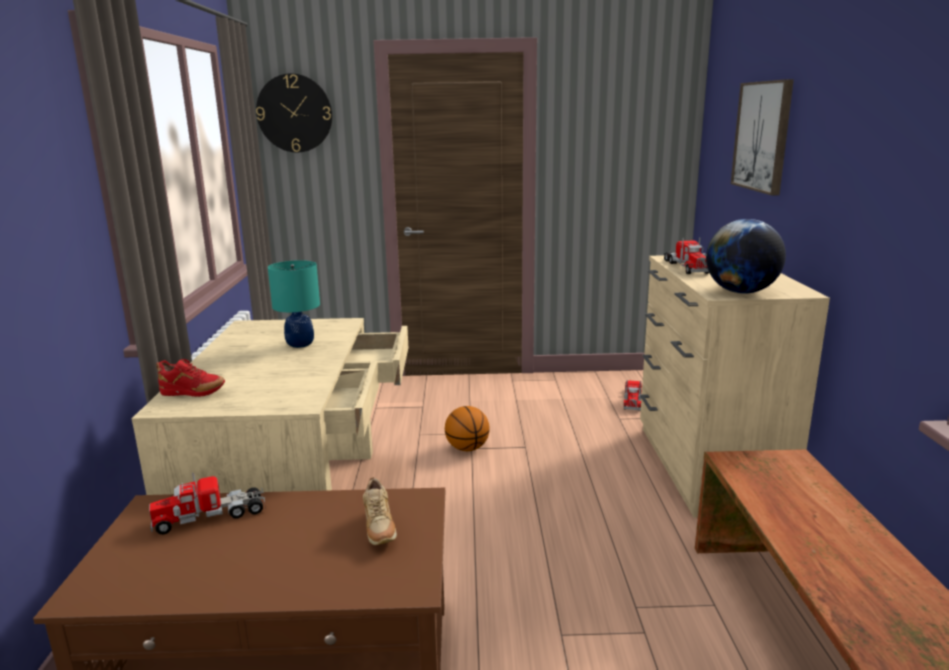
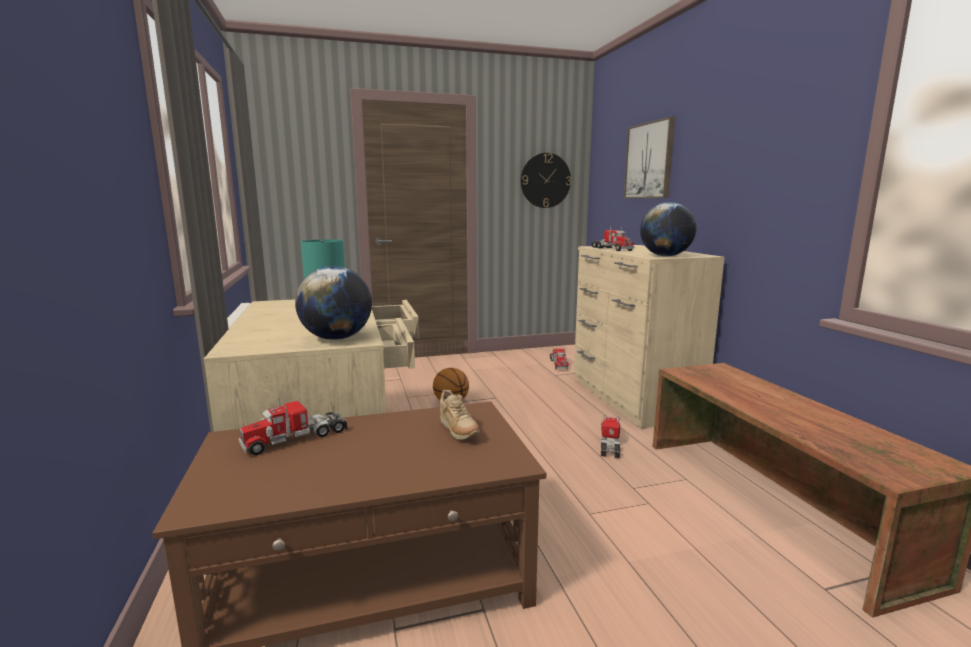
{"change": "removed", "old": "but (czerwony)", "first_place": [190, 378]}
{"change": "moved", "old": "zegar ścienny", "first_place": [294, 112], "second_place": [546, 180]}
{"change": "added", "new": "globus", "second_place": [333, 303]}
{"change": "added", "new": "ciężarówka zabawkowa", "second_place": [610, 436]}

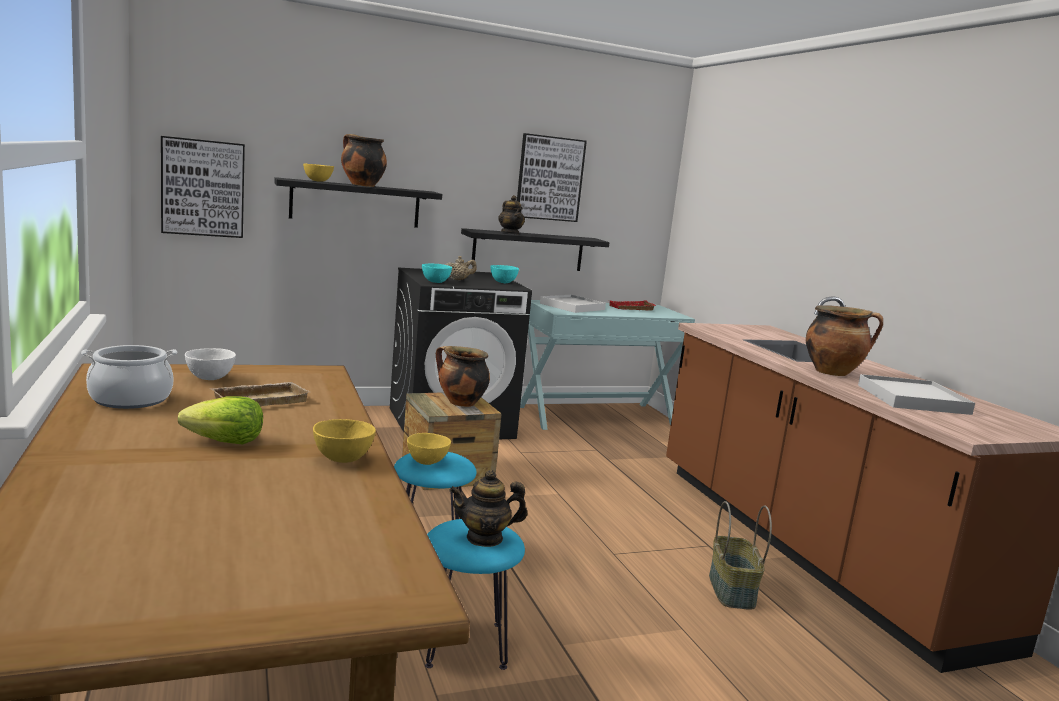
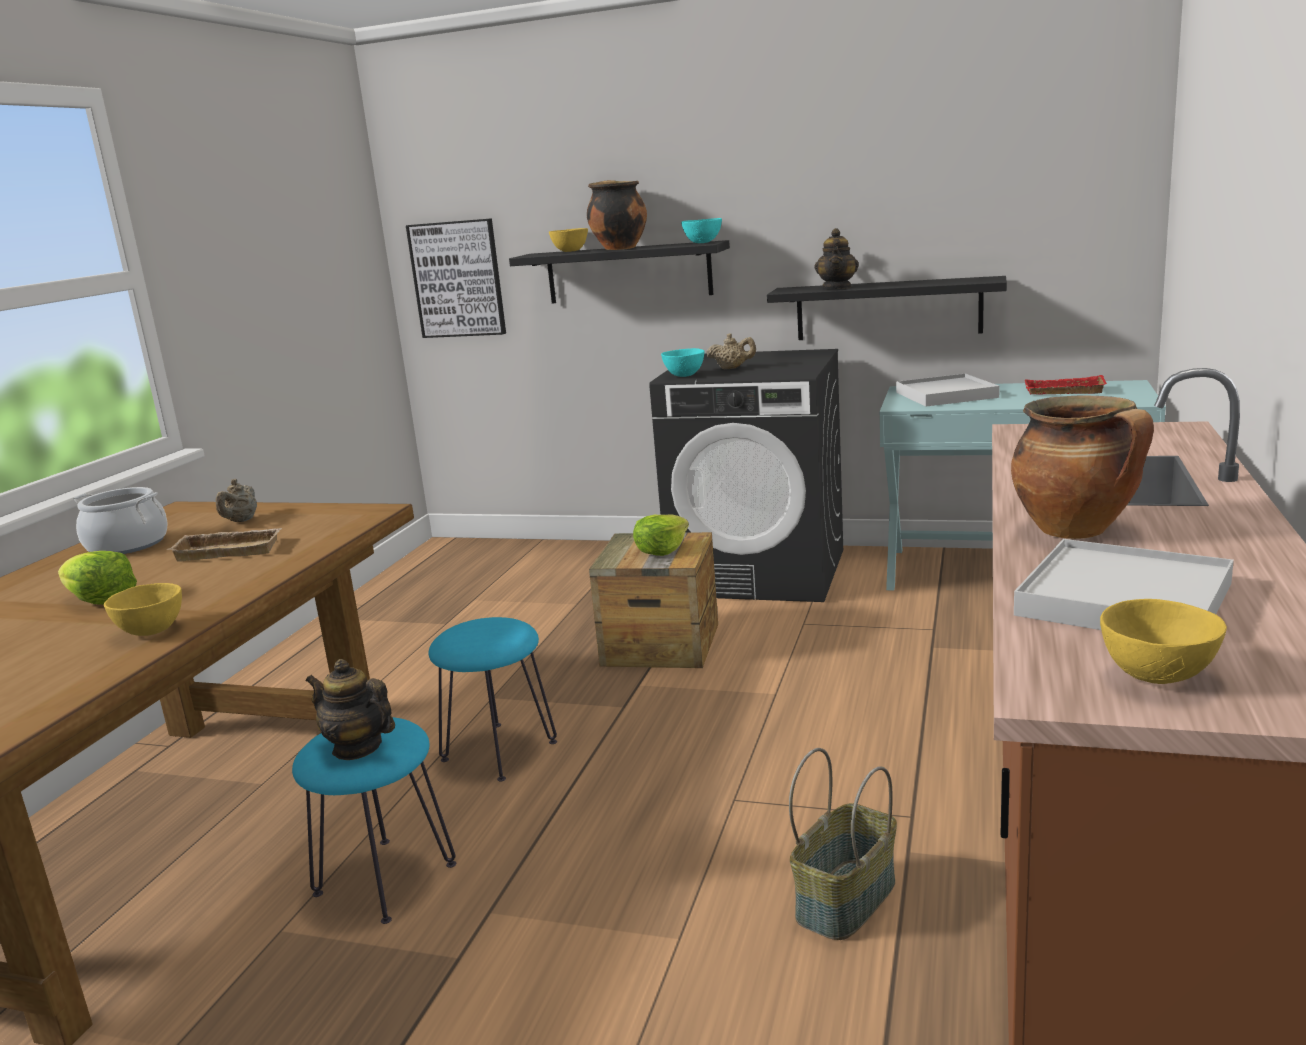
{"change": "replaced", "old": "miska (biały)", "new": "imbryk (beżowy)", "first_place": [210, 364], "second_place": [236, 500]}
{"change": "moved", "old": "miska (żółty)", "first_place": [429, 449], "second_place": [1163, 641]}
{"change": "replaced", "old": "garnek", "new": "sałata", "first_place": [463, 376], "second_place": [661, 535]}
{"change": "moved", "old": "miska (turkusowy)", "first_place": [504, 274], "second_place": [701, 230]}
{"change": "removed", "old": "obraz", "first_place": [552, 177]}

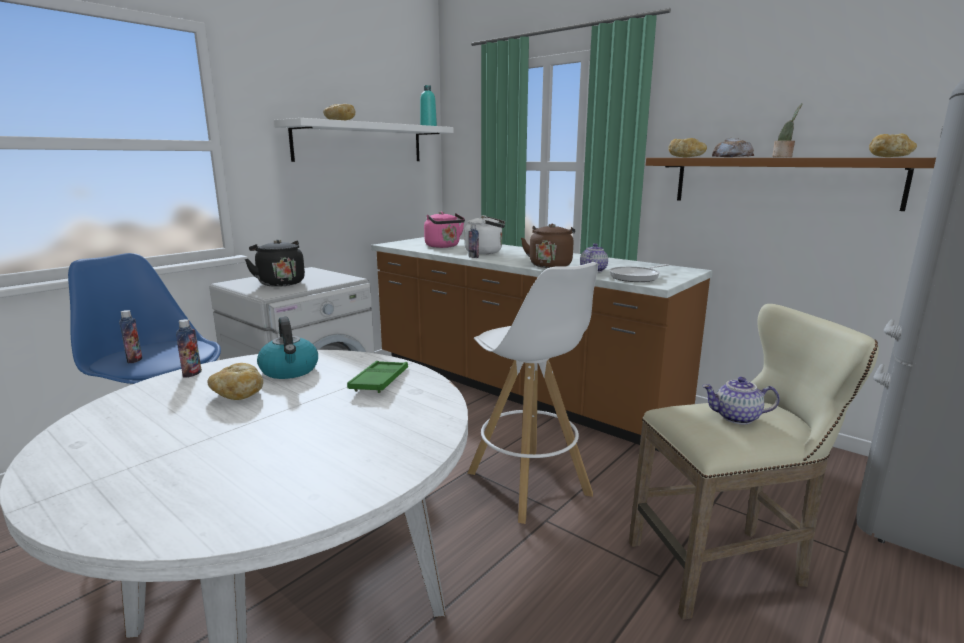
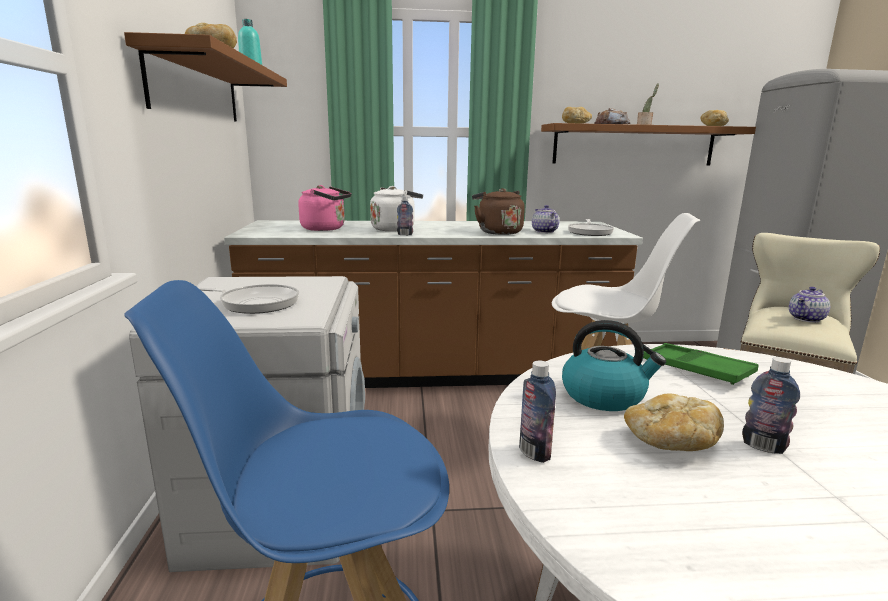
{"change": "moved", "old": "butelka", "first_place": [130, 336], "second_place": [771, 405]}
{"change": "replaced", "old": "czajnik (czarny)", "new": "patelnia", "first_place": [275, 263], "second_place": [249, 299]}
{"change": "recoloured", "old": "półka (biały)", "new": "półka (brązowy)", "first_place": [364, 140], "second_place": [205, 77]}

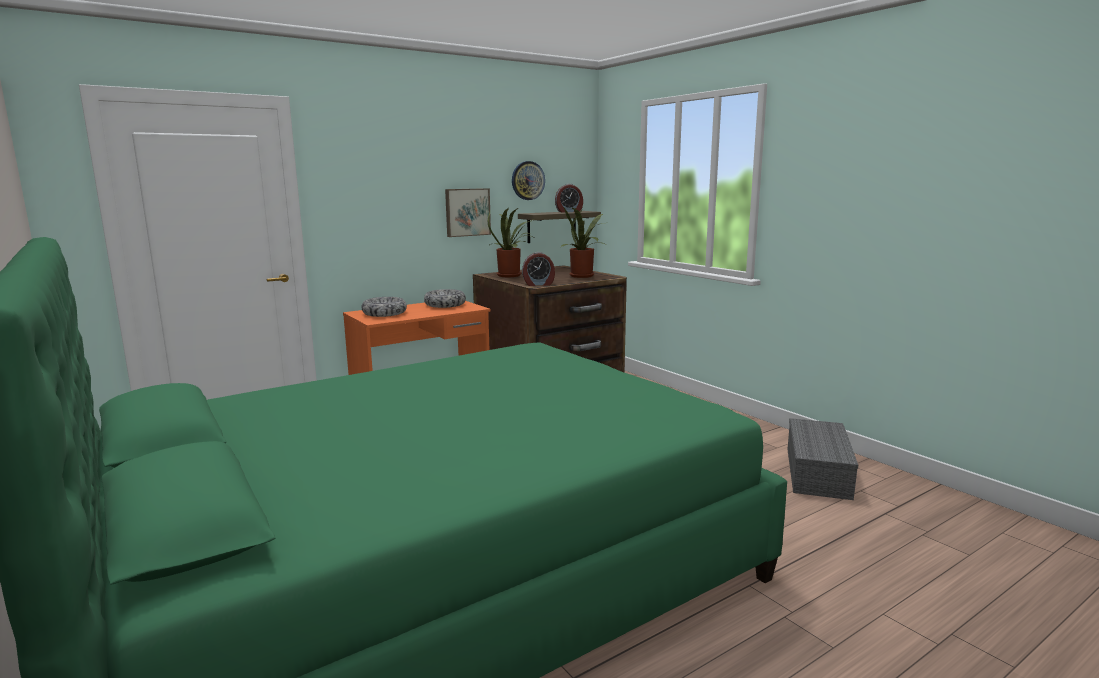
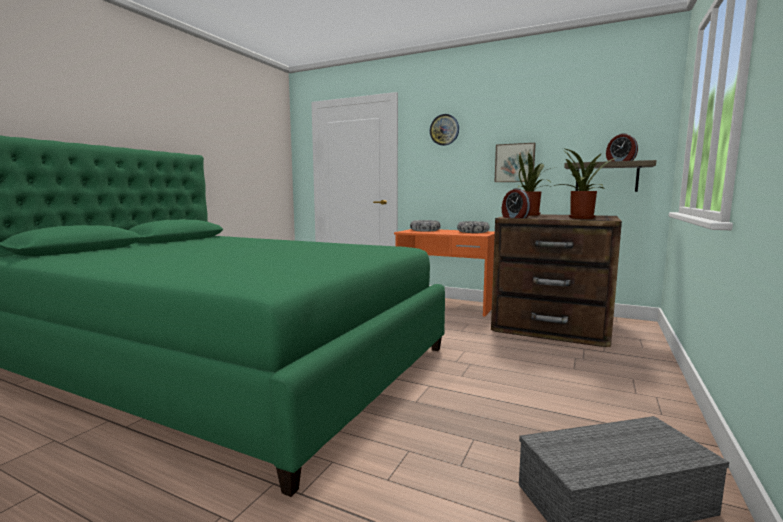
{"change": "moved", "old": "zegar ścienny", "first_place": [528, 180], "second_place": [444, 130]}

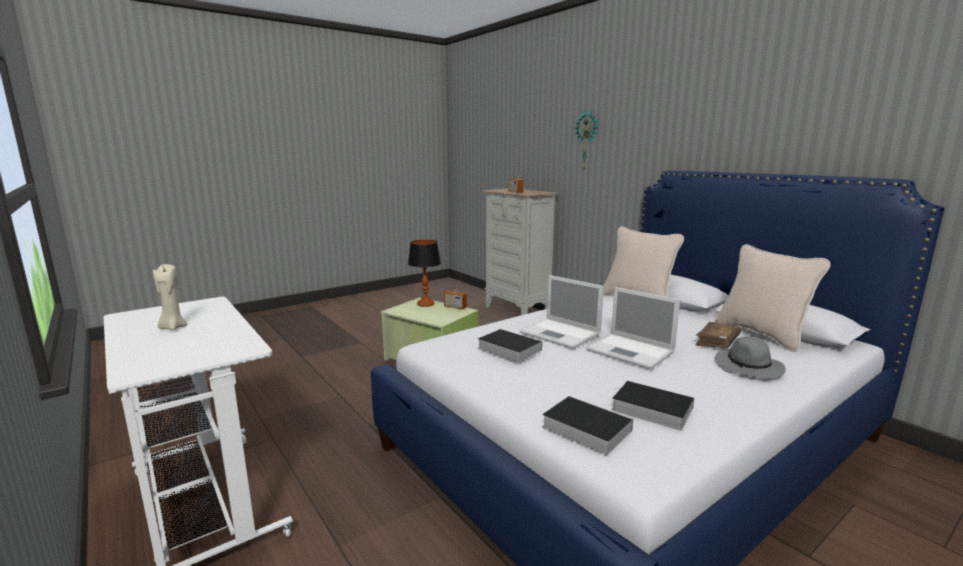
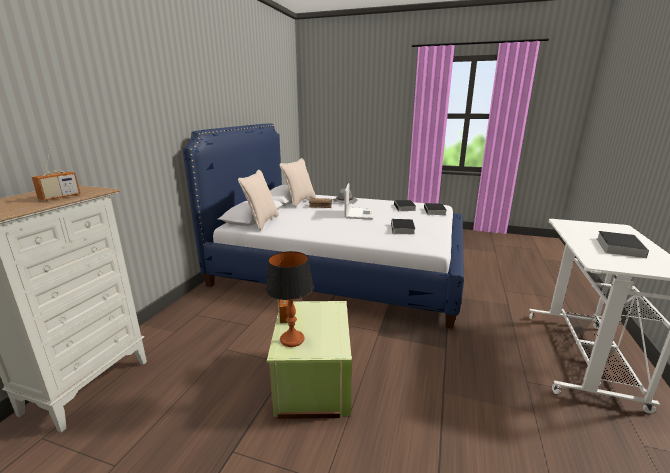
{"change": "replaced", "old": "świeca (beżowy)", "new": "książka", "first_place": [170, 297], "second_place": [622, 244]}
{"change": "removed", "old": "laptop", "first_place": [562, 312]}
{"change": "removed", "old": "zegar ścienny", "first_place": [586, 140]}

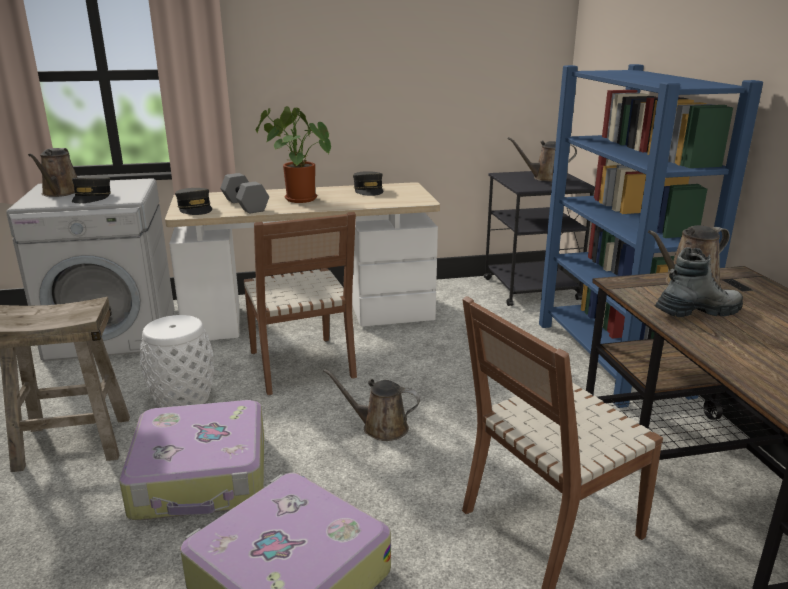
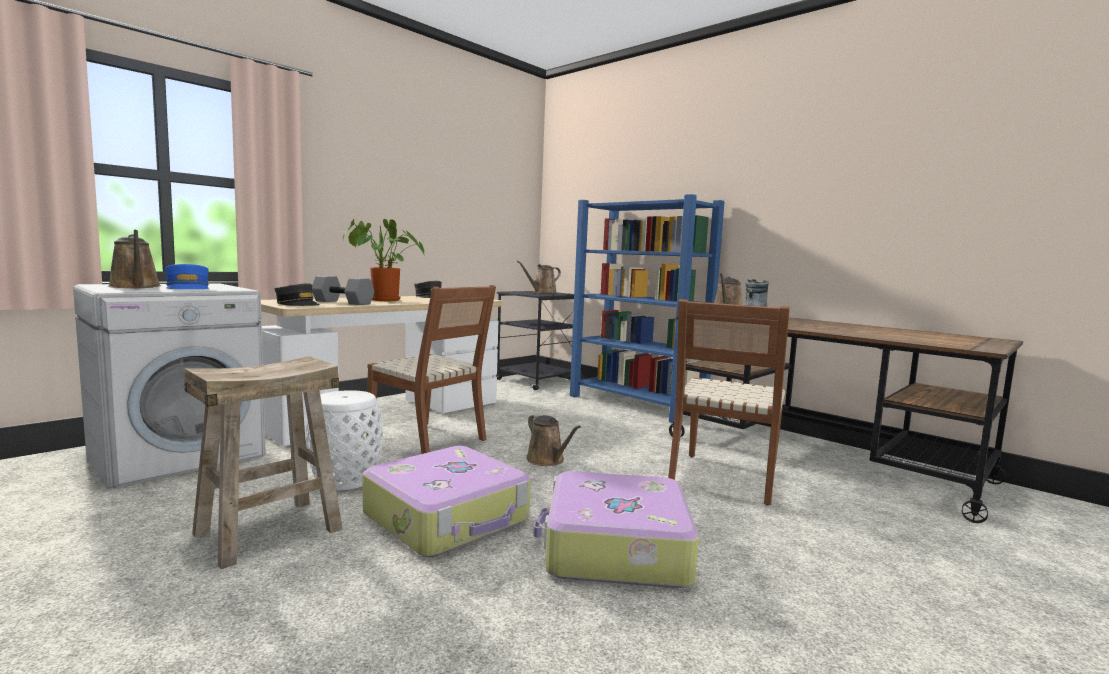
{"change": "recoloured", "old": "czapka z daszkiem (szary)", "new": "czapka z daszkiem (niebieski)", "first_place": [91, 189], "second_place": [187, 276]}
{"change": "turned", "old": "konewka (brązowy)", "first_place": [371, 405], "second_place": [553, 440], "degrees": -105}

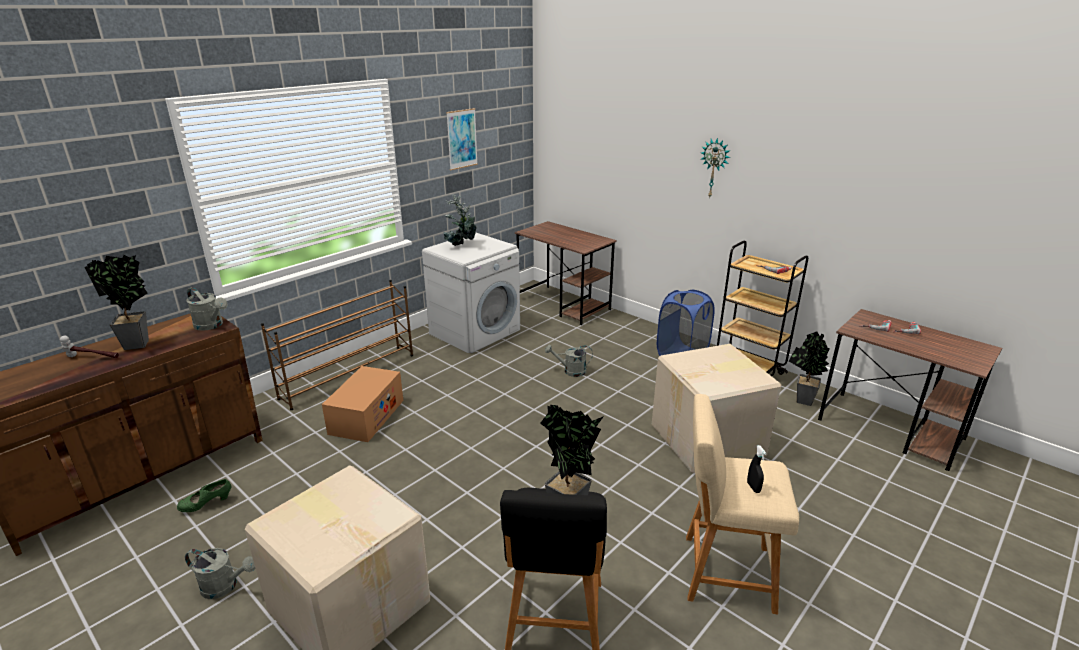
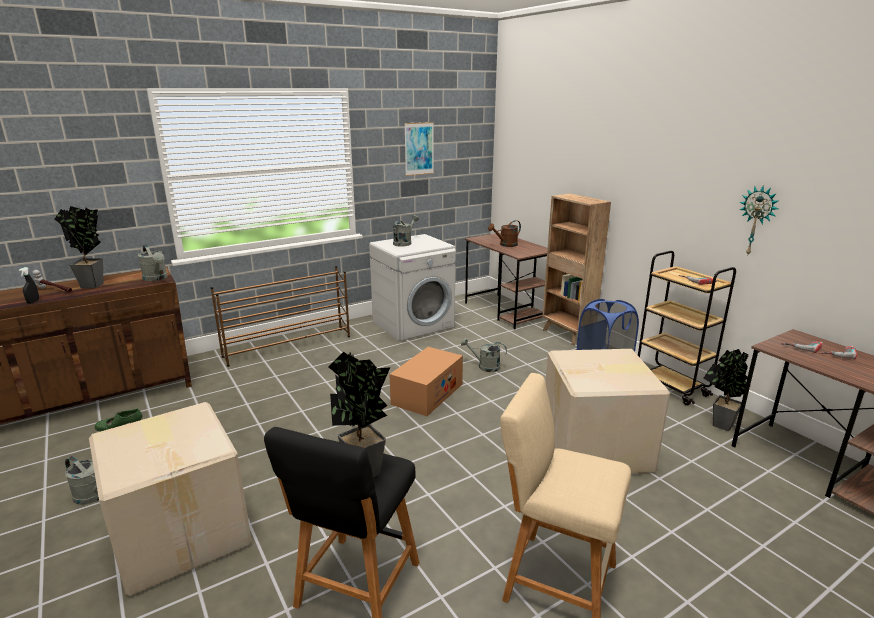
{"change": "moved", "old": "karton", "first_place": [362, 404], "second_place": [426, 381]}
{"change": "replaced", "old": "roślina doniczkowa", "new": "konewka (szary)", "first_place": [459, 220], "second_place": [406, 231]}
{"change": "moved", "old": "zegar ścienny", "first_place": [716, 167], "second_place": [758, 219]}
{"change": "moved", "old": "spryskiwacz (czarny)", "first_place": [757, 469], "second_place": [29, 285]}
{"change": "added", "new": "konewka (brązowy)", "second_place": [504, 233]}
{"change": "added", "new": "regał (brązowy)", "second_place": [576, 269]}

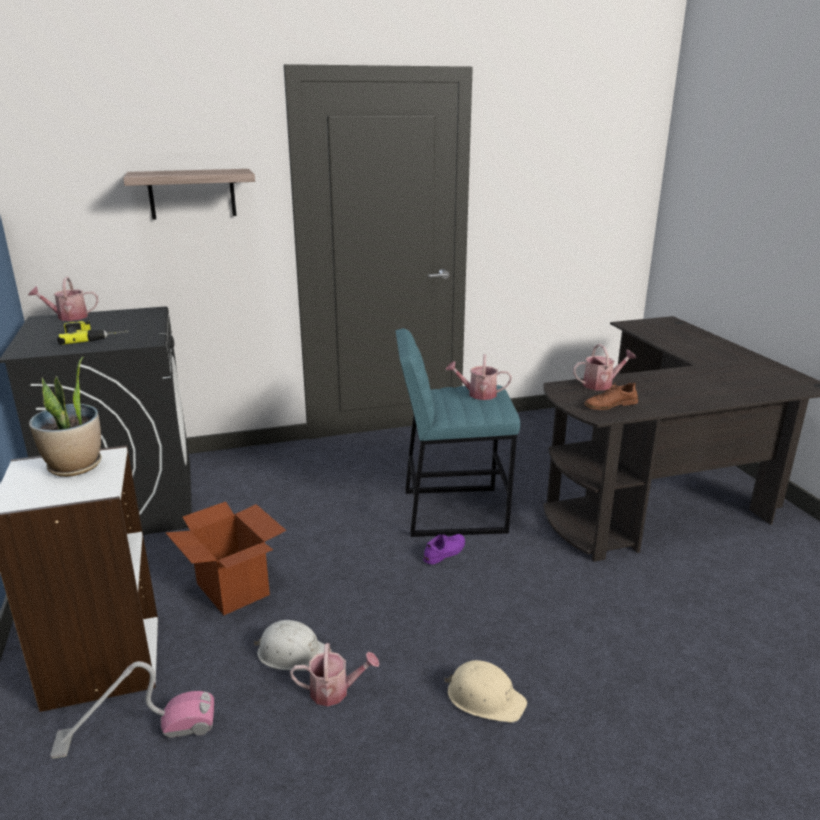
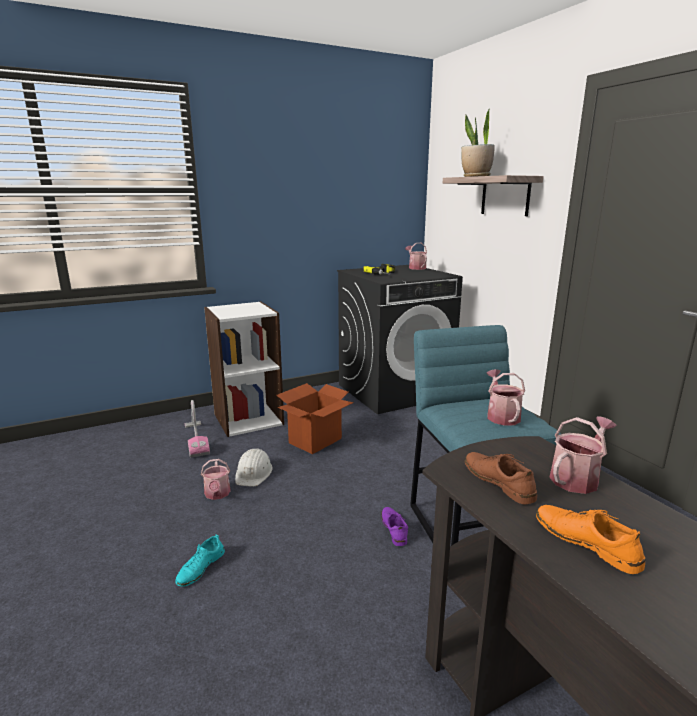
{"change": "moved", "old": "roślina doniczkowa", "first_place": [65, 417], "second_place": [478, 143]}
{"change": "turned", "old": "but (fioletowy)", "first_place": [444, 549], "second_place": [394, 526], "degrees": -135}
{"change": "replaced", "old": "kask (beżowy)", "new": "but (turkusowy)", "first_place": [485, 691], "second_place": [200, 560]}
{"change": "turned", "old": "konewka", "first_place": [604, 367], "second_place": [583, 455], "degrees": -105}
{"change": "added", "new": "but (pomarańczowy)", "second_place": [590, 539]}

